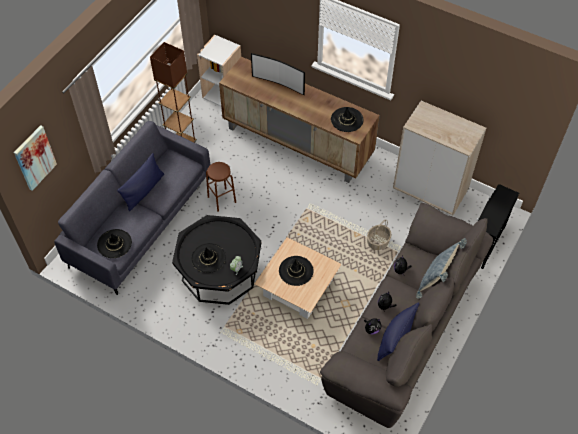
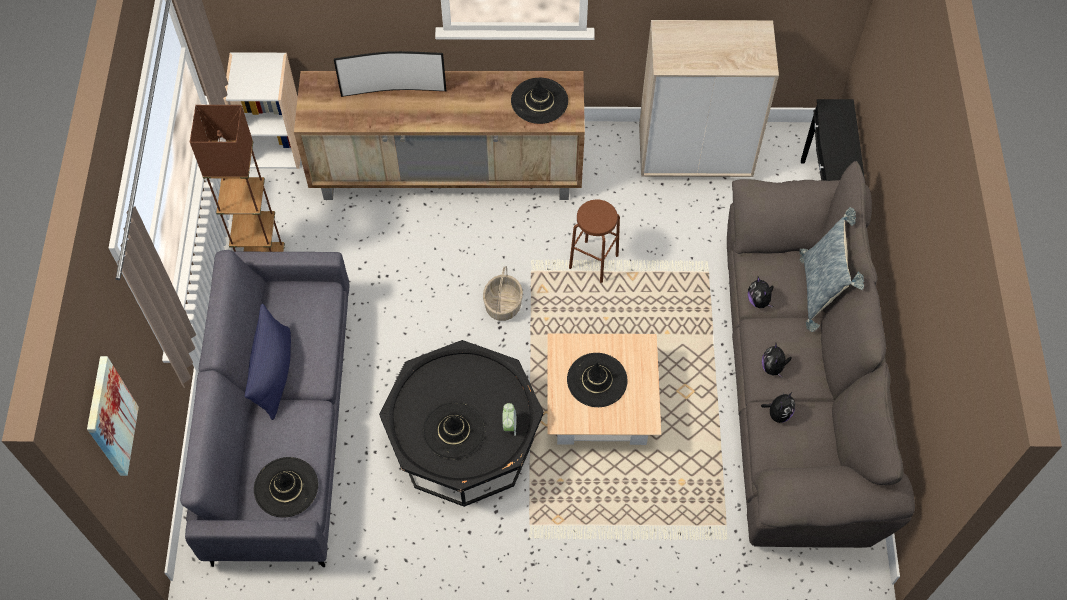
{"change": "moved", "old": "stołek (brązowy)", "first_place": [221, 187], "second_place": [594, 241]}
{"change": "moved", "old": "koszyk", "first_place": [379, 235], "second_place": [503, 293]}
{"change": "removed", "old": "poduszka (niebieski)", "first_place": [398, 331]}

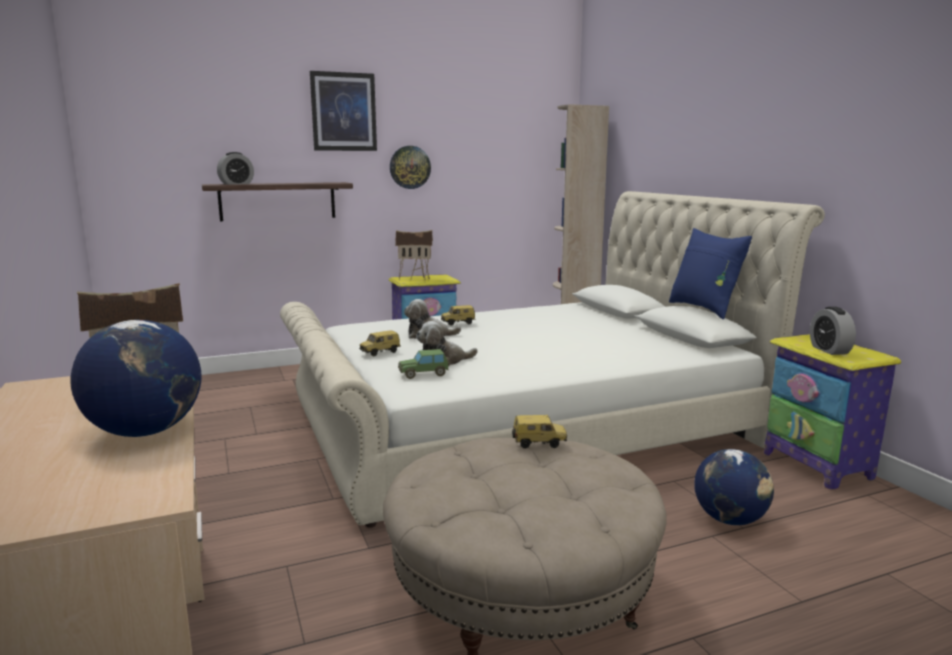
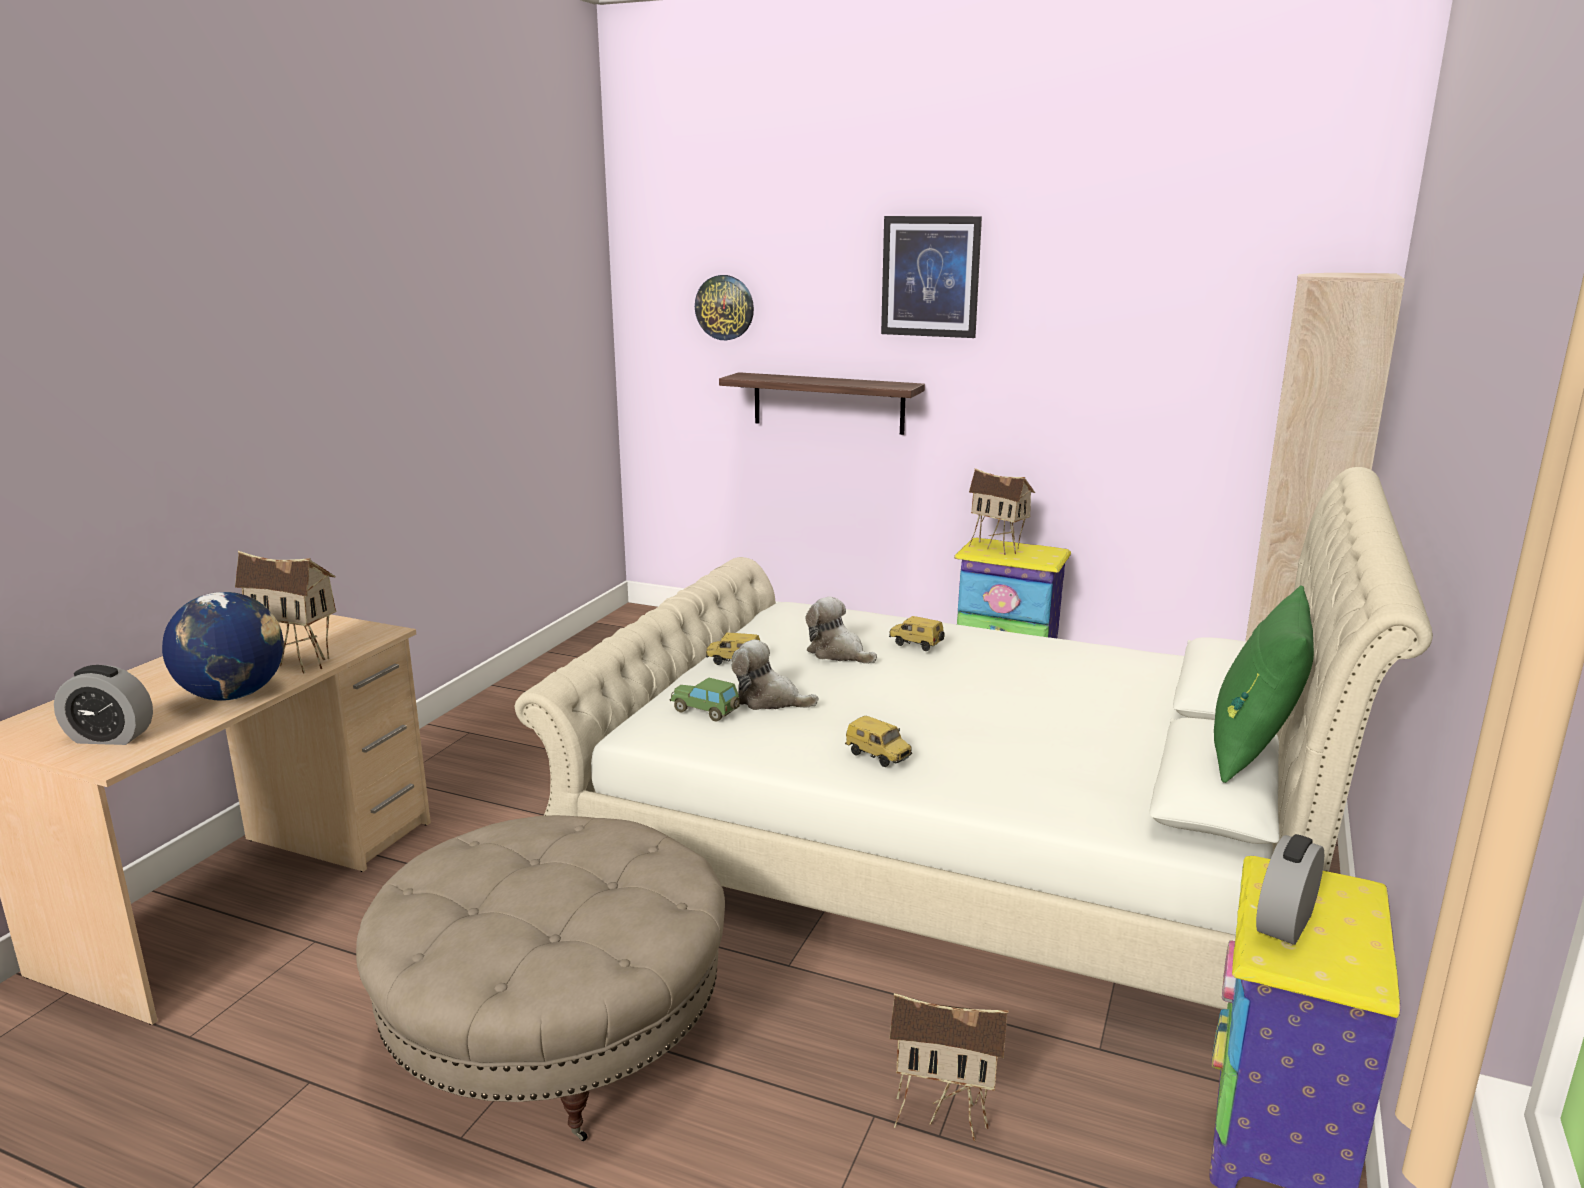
{"change": "moved", "old": "budzik", "first_place": [235, 168], "second_place": [103, 705]}
{"change": "moved", "old": "zegar ścienny", "first_place": [410, 167], "second_place": [724, 307]}
{"change": "moved", "old": "samochodzik", "first_place": [539, 432], "second_place": [878, 741]}
{"change": "recoloured", "old": "poduszka (niebieski)", "new": "poduszka (zielony)", "first_place": [710, 273], "second_place": [1264, 684]}
{"change": "replaced", "old": "globus", "new": "domek", "first_place": [734, 487], "second_place": [949, 1067]}

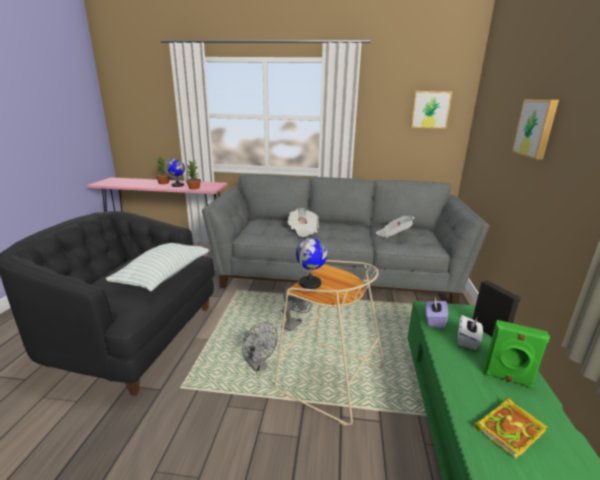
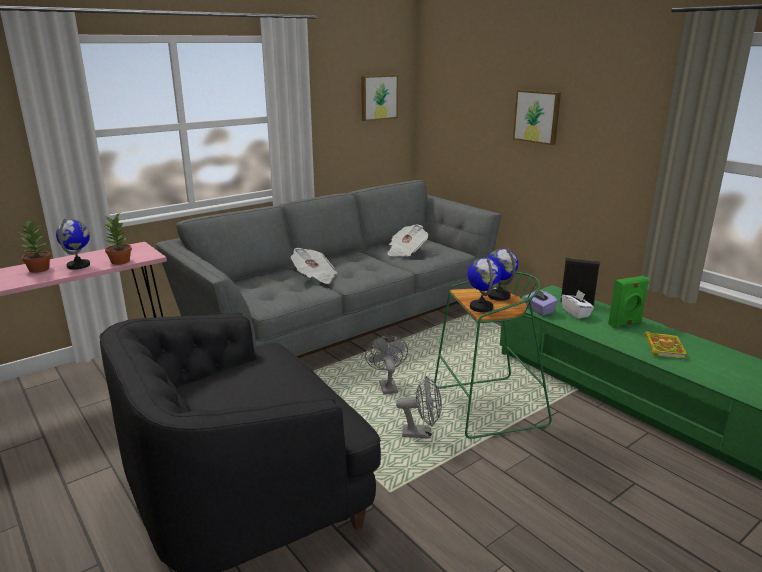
{"change": "removed", "old": "poduszka", "first_place": [157, 267]}
{"change": "recoloured", "old": "stołek (beżowy)", "new": "stołek (zielony)", "first_place": [329, 343], "second_place": [493, 355]}
{"change": "added", "new": "globus", "second_place": [503, 274]}

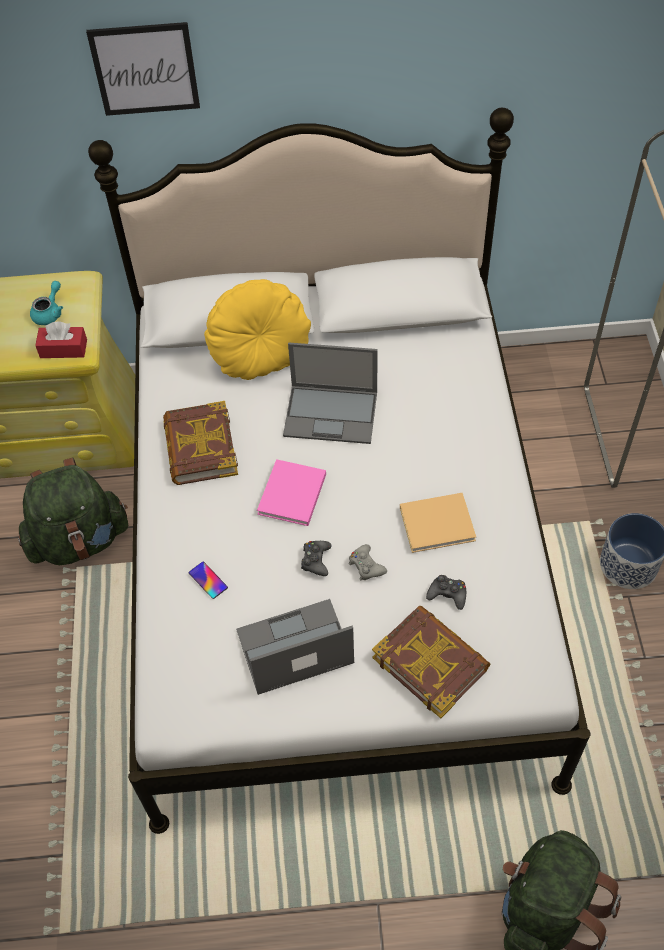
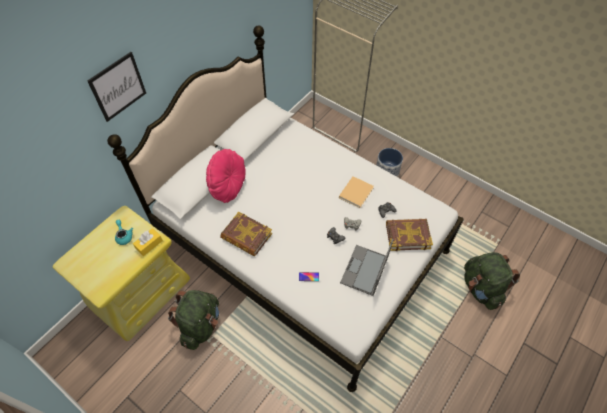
{"change": "recoloured", "old": "pudełko chusteczek (czerwony)", "new": "pudełko chusteczek (żółty)", "first_place": [61, 339], "second_place": [148, 242]}
{"change": "recoloured", "old": "poduszka (żółty)", "new": "poduszka (różowy)", "first_place": [257, 329], "second_place": [226, 176]}
{"change": "removed", "old": "książka (różowy)", "first_place": [291, 492]}
{"change": "removed", "old": "laptop", "first_place": [330, 393]}

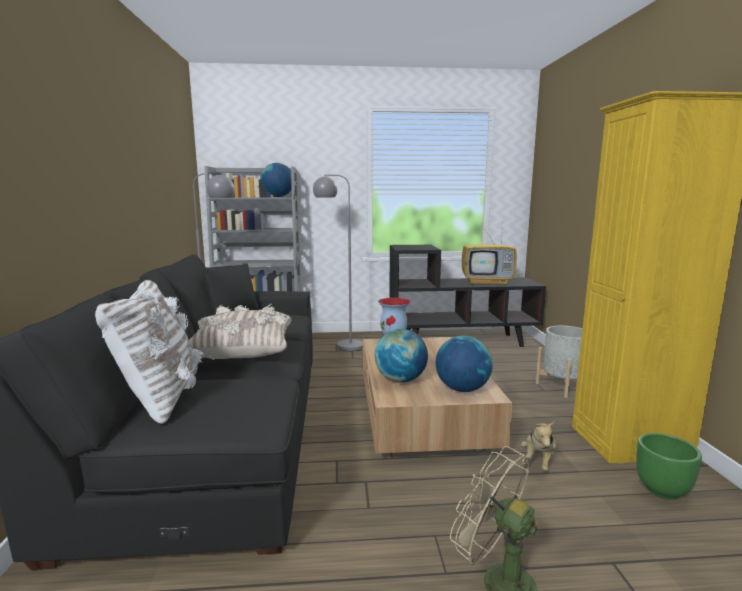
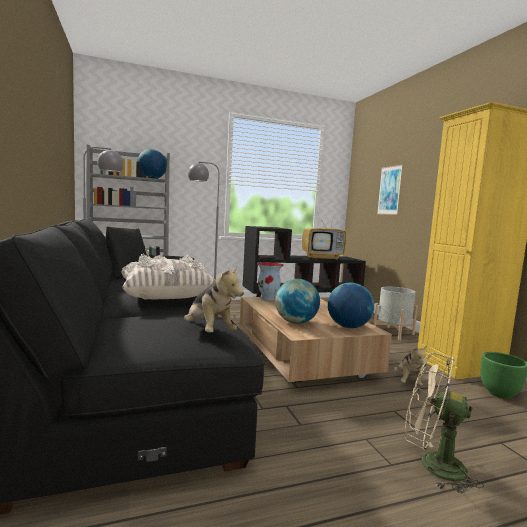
{"change": "removed", "old": "poduszka (biały)", "first_place": [150, 352]}
{"change": "added", "new": "pluszak", "second_place": [214, 299]}
{"change": "added", "new": "obraz", "second_place": [390, 190]}

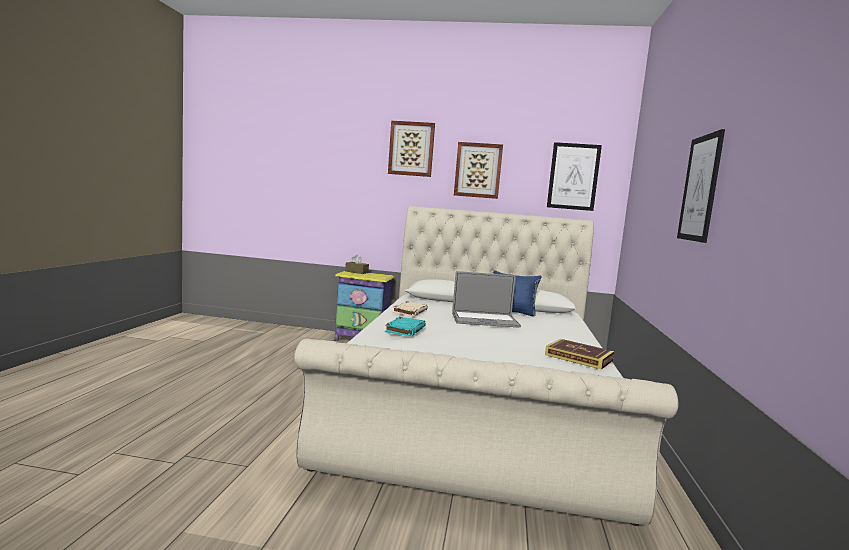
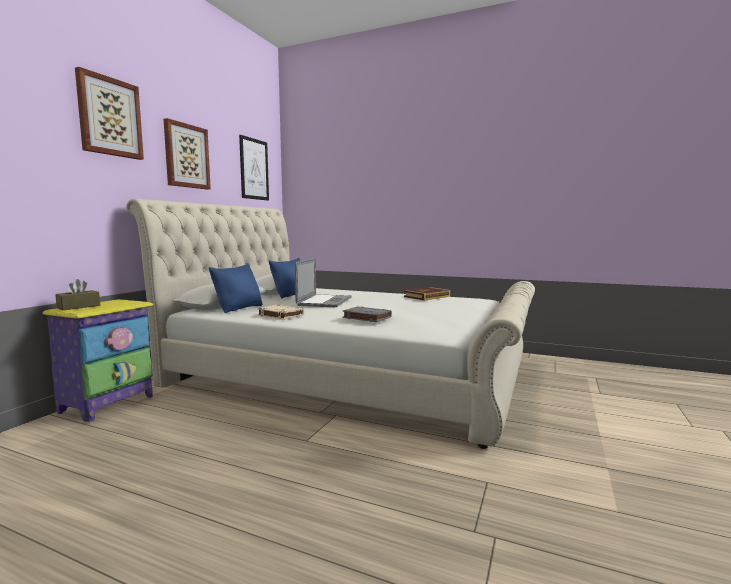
{"change": "recoloured", "old": "książka (turkusowy)", "new": "książka (szary)", "first_place": [405, 326], "second_place": [367, 314]}
{"change": "removed", "old": "obraz", "first_place": [701, 186]}
{"change": "added", "new": "poduszka (niebieski)", "second_place": [236, 288]}

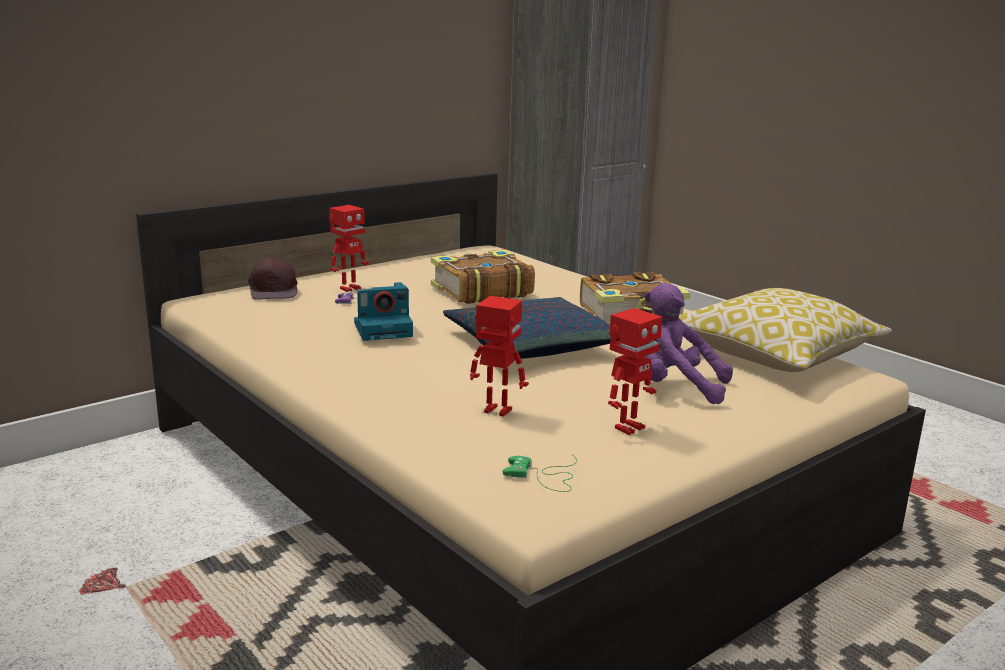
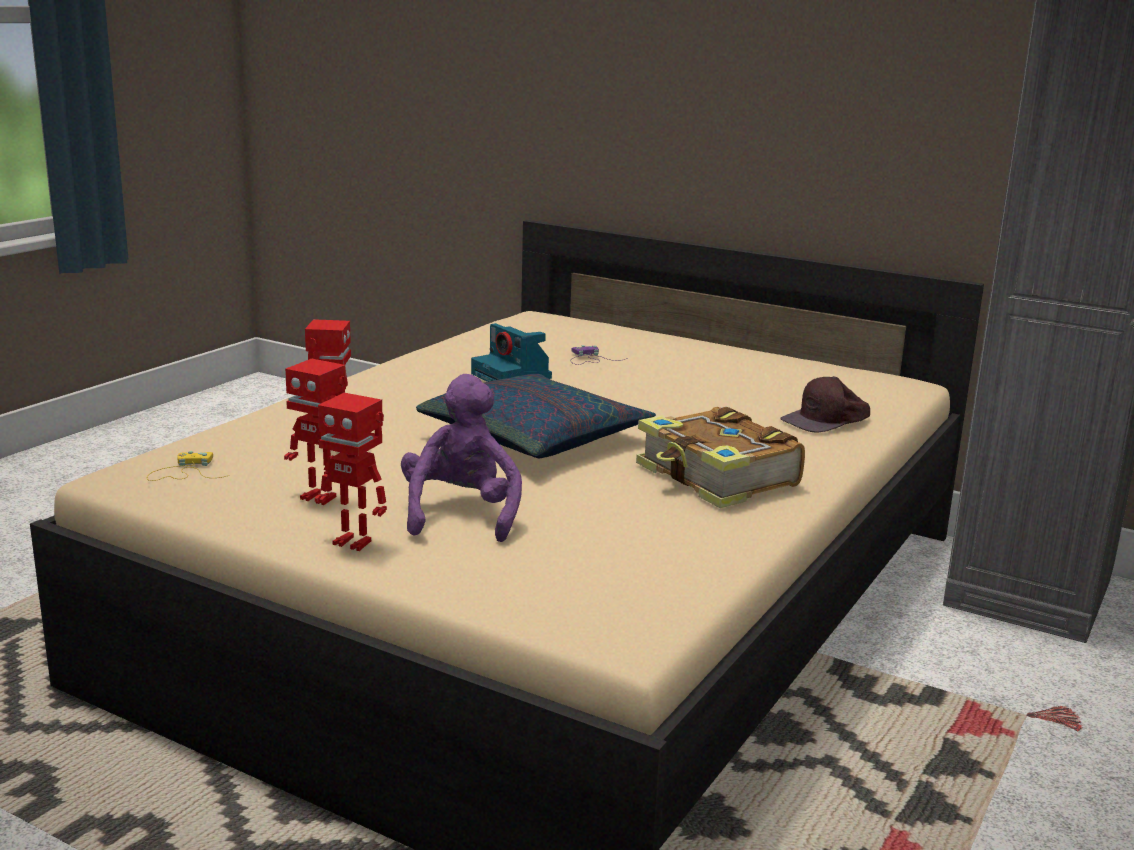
{"change": "moved", "old": "czapka z daszkiem (brązowy)", "first_place": [273, 278], "second_place": [825, 404]}
{"change": "moved", "old": "robot zabawkowy", "first_place": [349, 248], "second_place": [351, 472]}
{"change": "removed", "old": "książka", "first_place": [483, 276]}
{"change": "recoloured", "old": "pad do gier (zielony)", "new": "pad do gier (żółty)", "first_place": [540, 473], "second_place": [188, 466]}
{"change": "removed", "old": "poduszka", "first_place": [785, 330]}

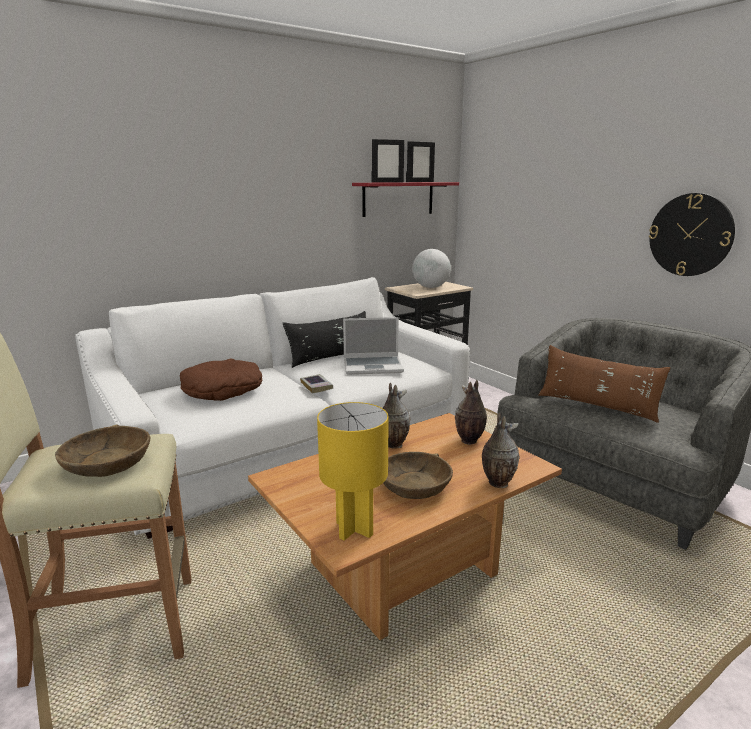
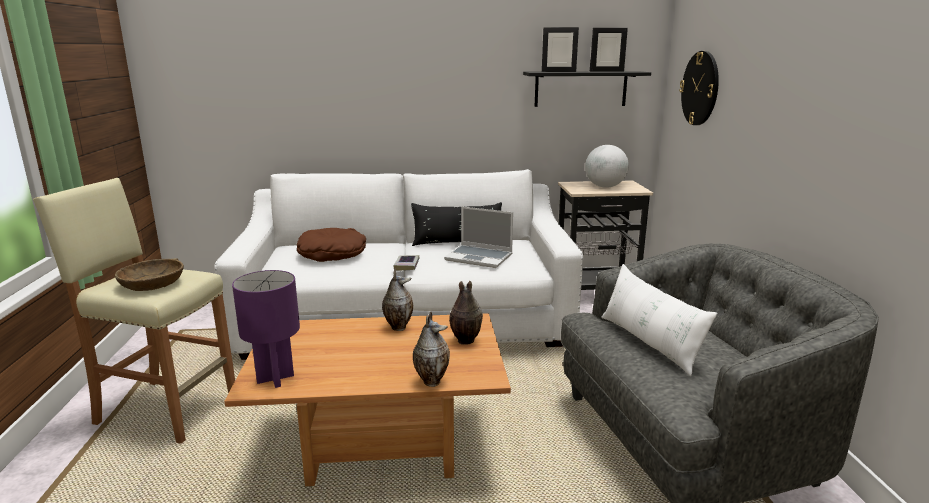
{"change": "recoloured", "old": "lampa stołowa (żółty)", "new": "lampa stołowa (fioletowy)", "first_place": [353, 471], "second_place": [266, 329]}
{"change": "recoloured", "old": "półka (czerwony)", "new": "półka (czarny)", "first_place": [405, 199], "second_place": [587, 89]}
{"change": "removed", "old": "miska (brązowy)", "first_place": [418, 475]}
{"change": "recoloured", "old": "poduszka (brązowy)", "new": "poduszka (biały)", "first_place": [604, 384], "second_place": [659, 320]}
{"change": "moved", "old": "zegar ścienny", "first_place": [692, 234], "second_place": [699, 88]}

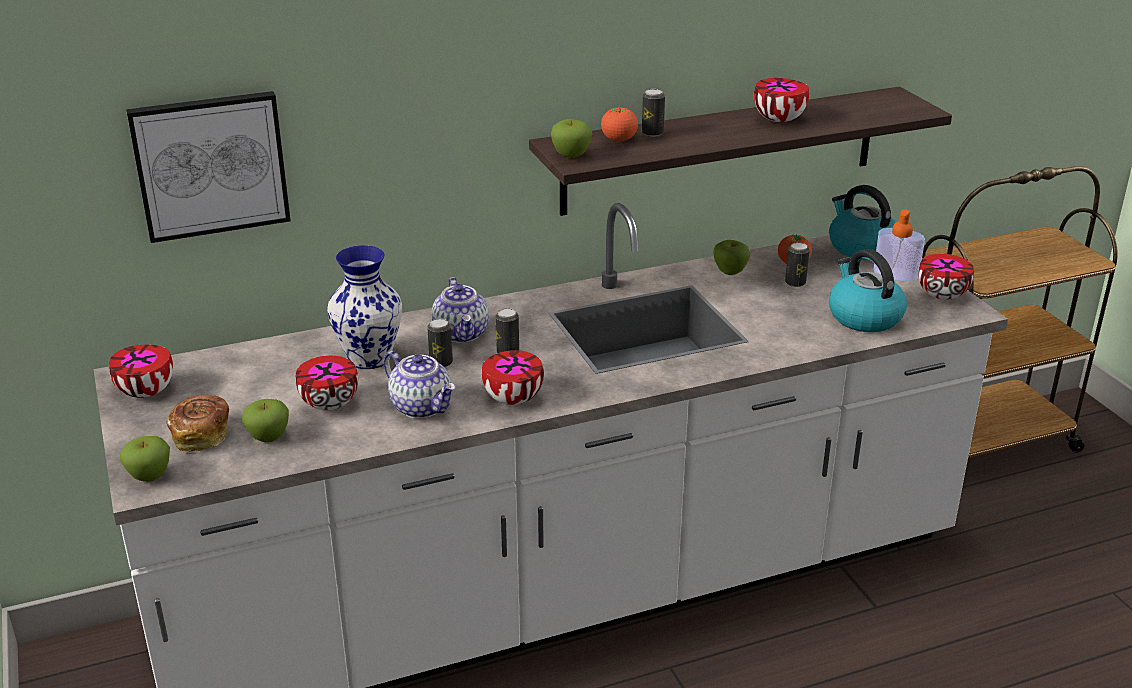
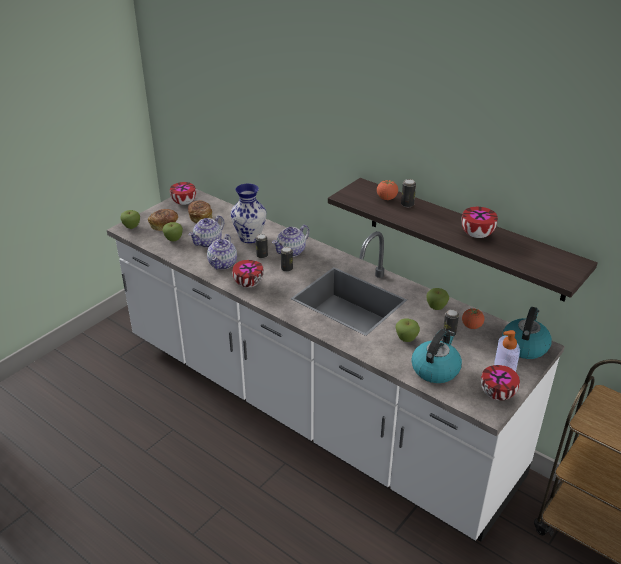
{"change": "removed", "old": "obraz", "first_place": [208, 167]}
{"change": "replaced", "old": "miska", "new": "imbryk", "first_place": [326, 383], "second_place": [206, 231]}
{"change": "moved", "old": "jabłko", "first_place": [571, 138], "second_place": [408, 330]}
{"change": "added", "new": "chleb", "second_place": [200, 211]}

